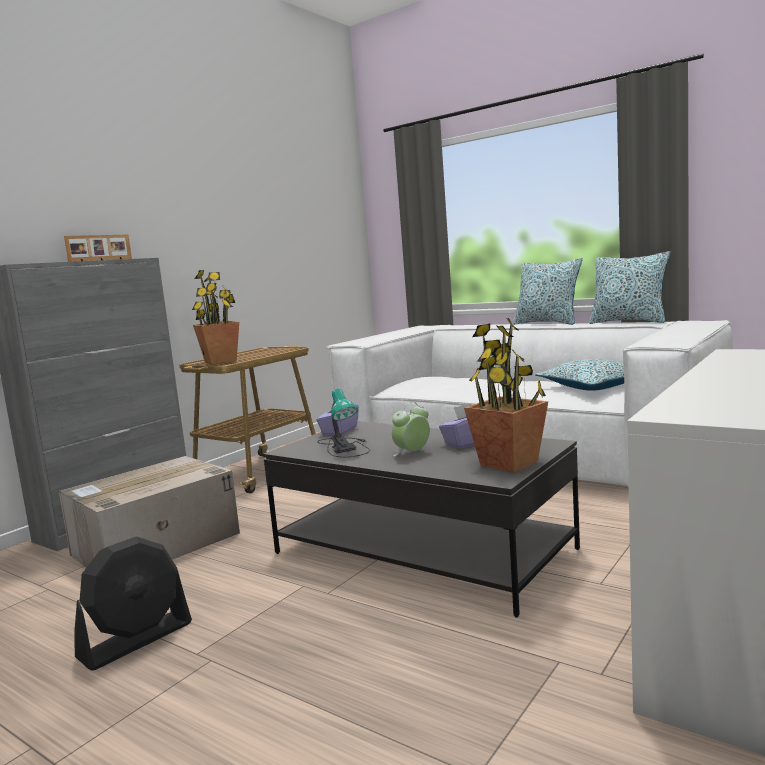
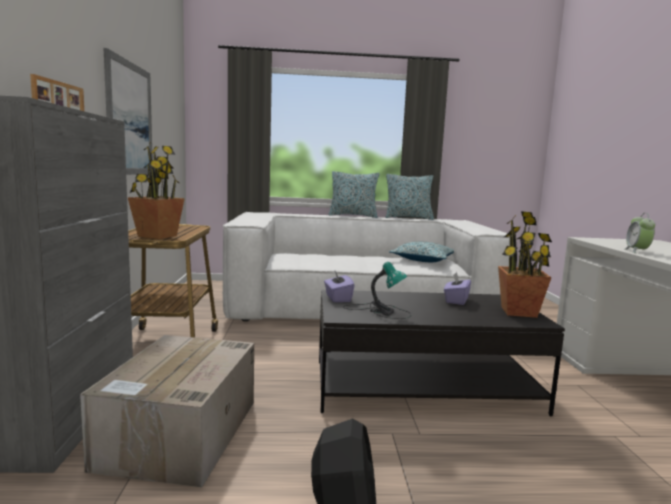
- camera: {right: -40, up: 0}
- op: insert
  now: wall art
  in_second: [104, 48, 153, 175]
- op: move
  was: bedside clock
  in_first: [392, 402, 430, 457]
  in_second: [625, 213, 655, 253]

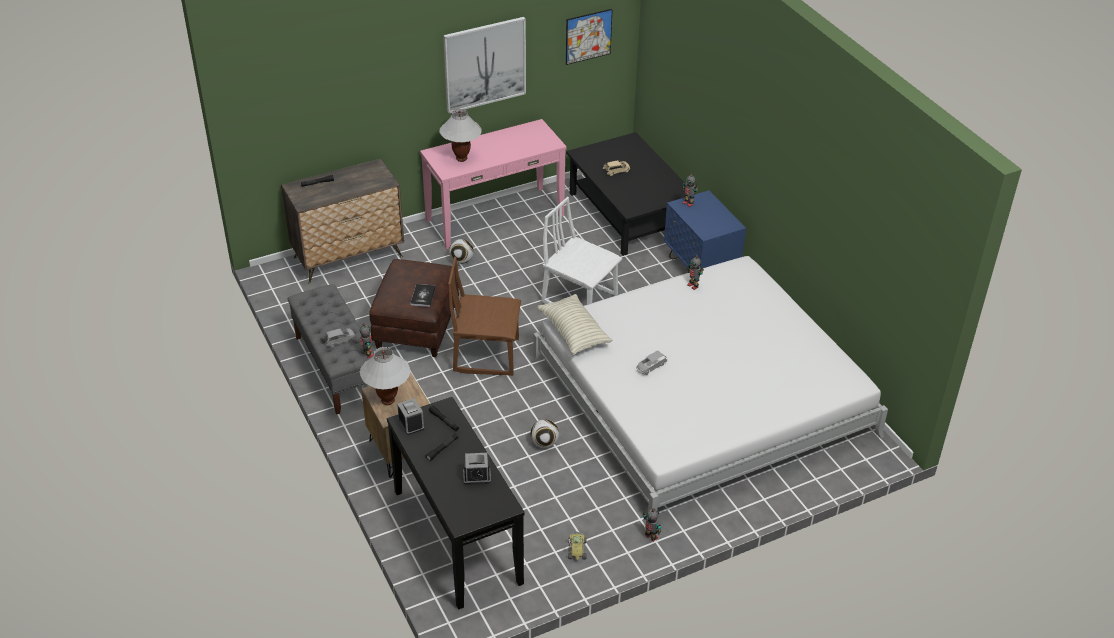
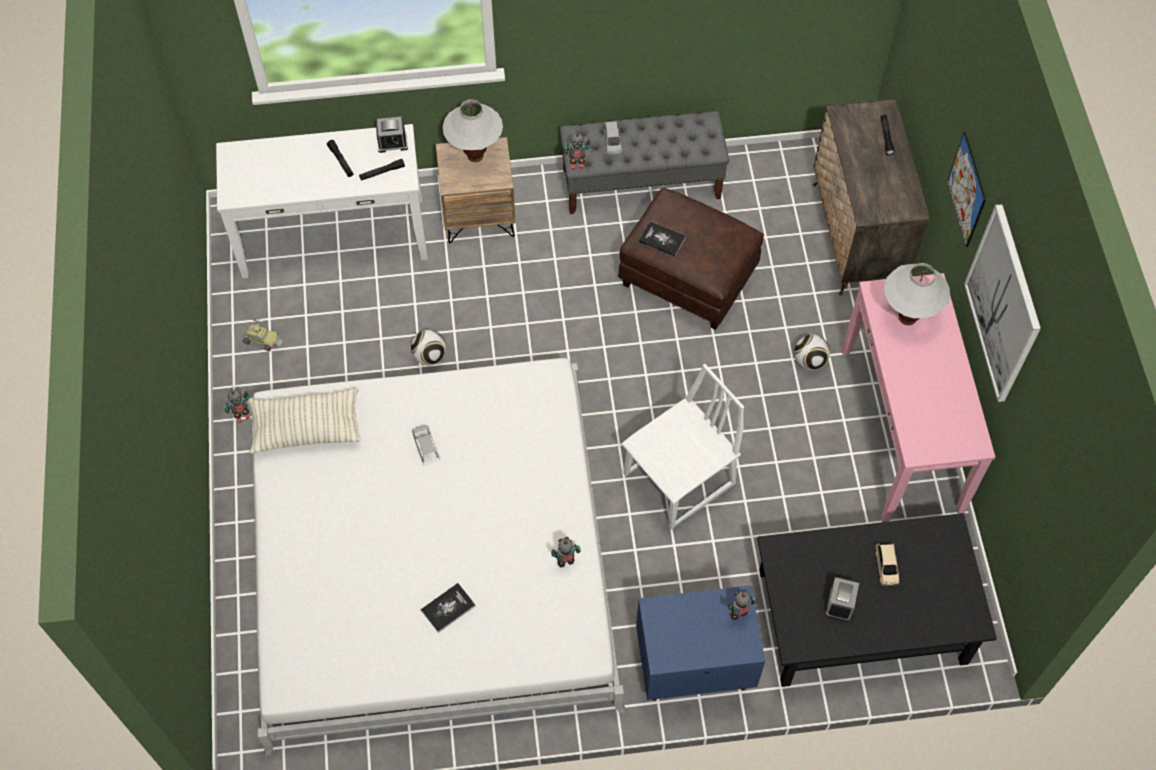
- camera: {right: 110, up: 20}
- op: recolor
  was: black console table
  now: white-coloured console table
  in_first: [387, 397, 525, 609]
  in_second: [216, 124, 428, 278]
- op: move
  was: cushion
  in_first: [537, 294, 613, 355]
  in_second: [248, 388, 361, 454]
- op: insert
  now: volume
  in_second: [421, 583, 475, 633]
- op: move
  was: bedside clock
  in_first: [463, 453, 491, 485]
  in_second: [826, 577, 859, 622]
- op: move
  was: wall art
  in_first: [566, 9, 613, 65]
  in_second: [947, 132, 986, 247]
- op: delete
  was: brownish plain chair
  in_first: [448, 257, 521, 376]

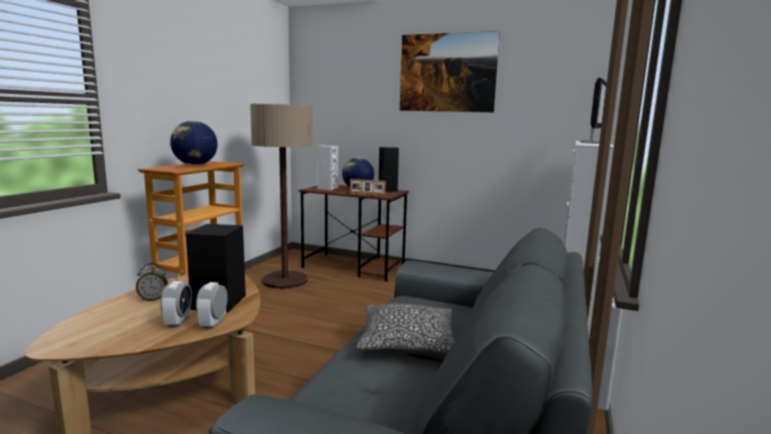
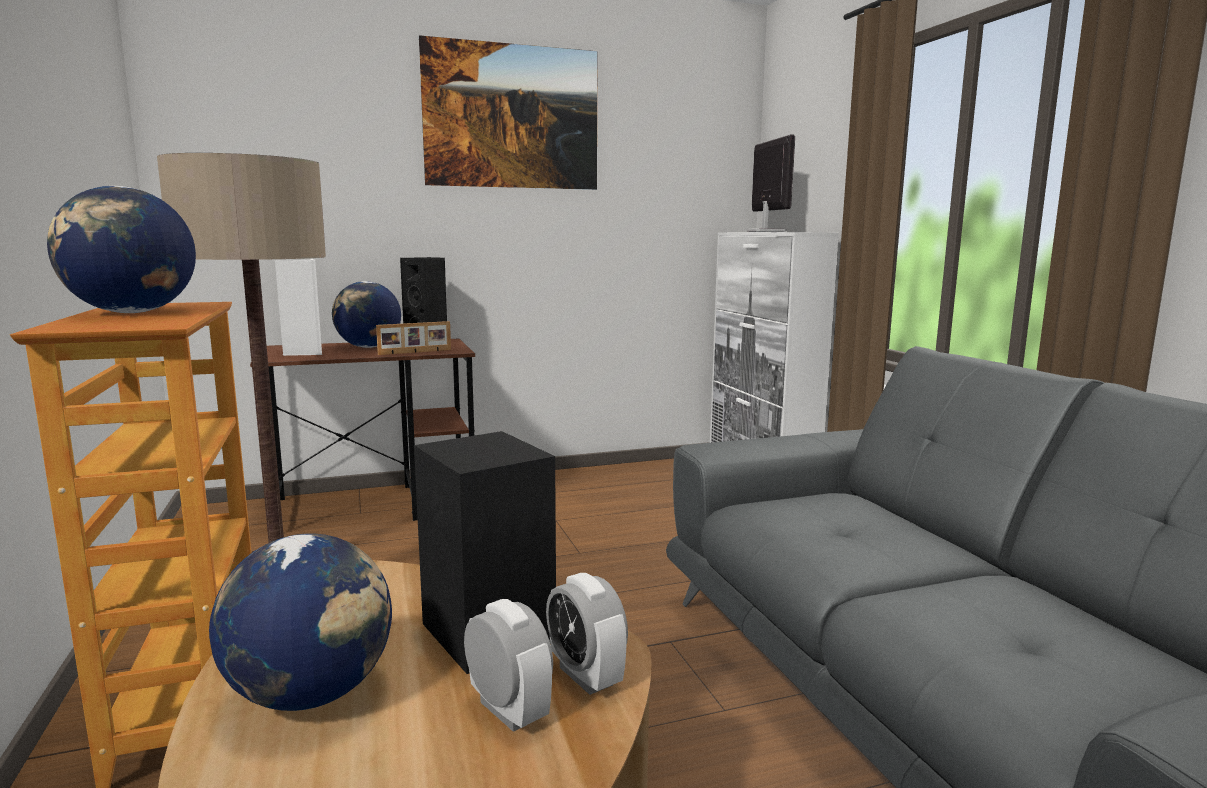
- camera: {right: -40, up: 0}
- op: replace
  was: bedside clock
  now: desk globe
  in_first: [136, 263, 168, 301]
  in_second: [209, 533, 392, 711]
- op: delete
  was: cushion
  in_first: [356, 303, 455, 354]

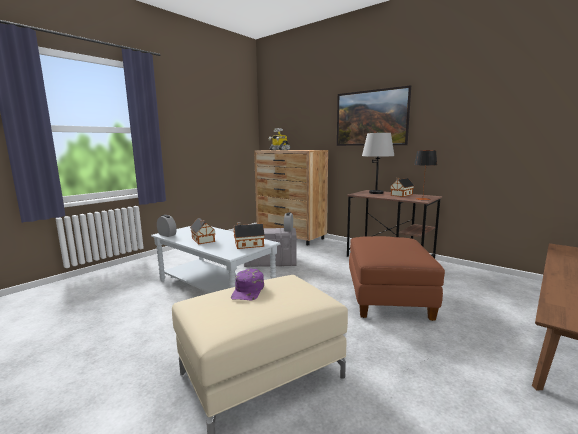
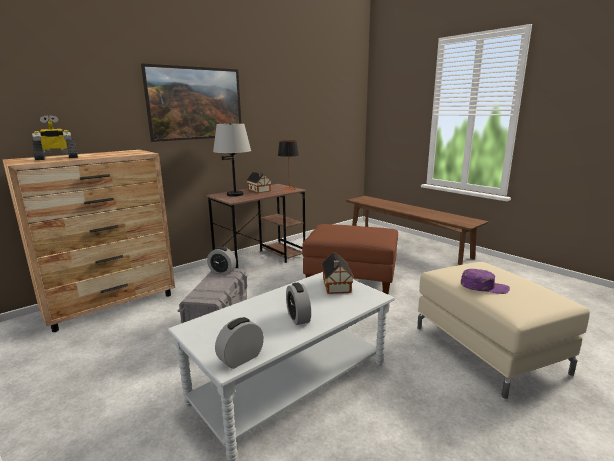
- camera: {right: -80, up: 5}
- op: replace
  was: toy house
  now: bedside clock
  in_first: [190, 218, 216, 244]
  in_second: [286, 283, 311, 325]

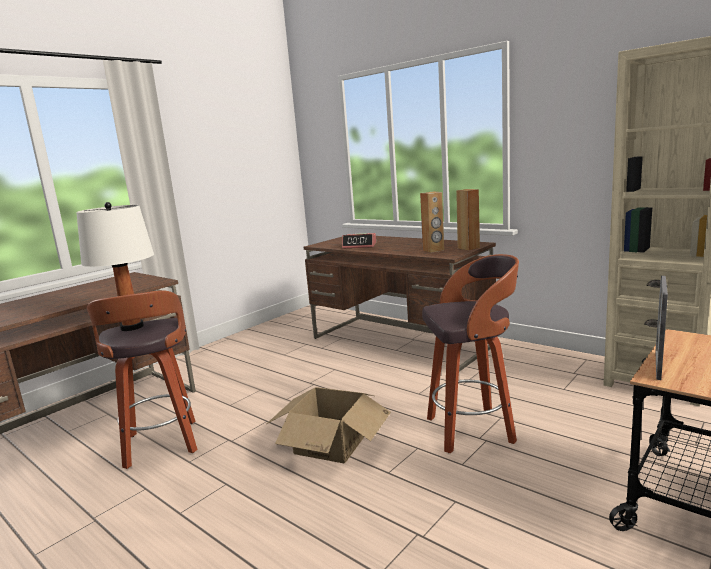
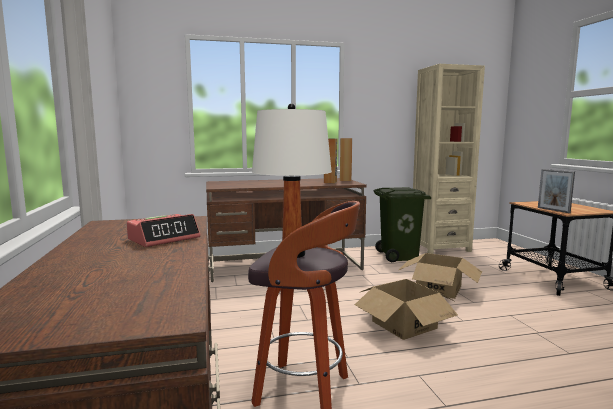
- camera: {right: -55, up: -5}
- op: move
  was: bedside clock
  in_first: [342, 233, 376, 249]
  in_second: [127, 214, 200, 247]
- op: insert
  now: green-coloured rubbish bin
  in_second: [373, 187, 431, 262]
- op: replace
  was: stool
  now: cardboard box
  in_first: [422, 254, 519, 453]
  in_second: [399, 253, 482, 299]

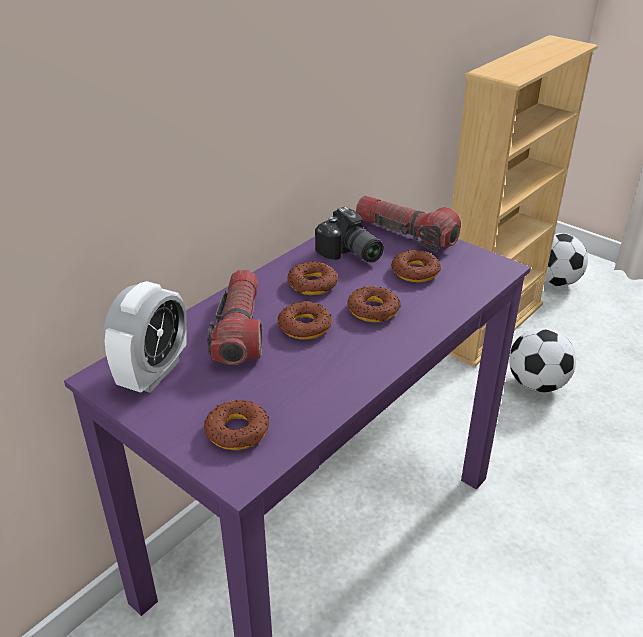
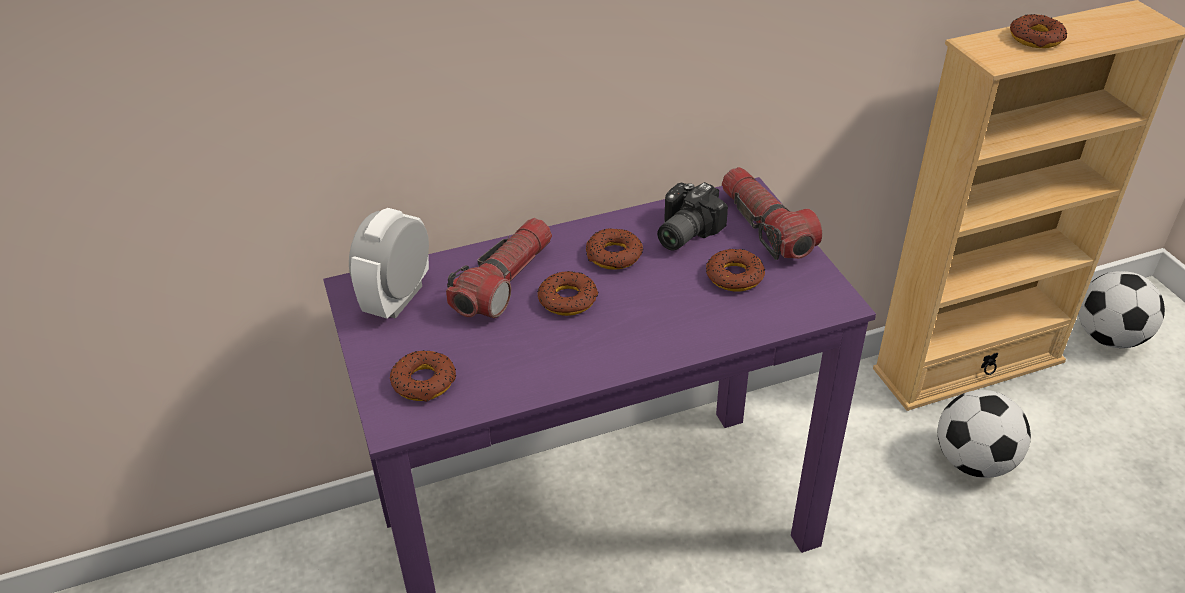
- camera: {right: 30, up: 5}
- op: rotate
  was: bedside clock
  in_first: [103, 281, 187, 393]
  in_second: [349, 208, 429, 319]
  clockwise: 150
- op: rotate
  was: still camera
  in_first: [315, 207, 384, 262]
  in_second: [657, 182, 728, 250]
  clockwise: 45
- op: move
  was: ring doughnut
  in_first: [347, 286, 401, 322]
  in_second: [1010, 14, 1067, 48]

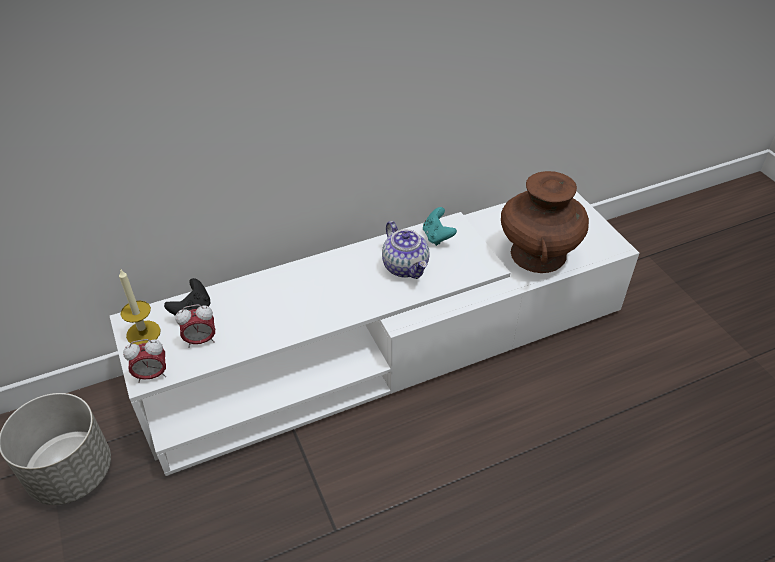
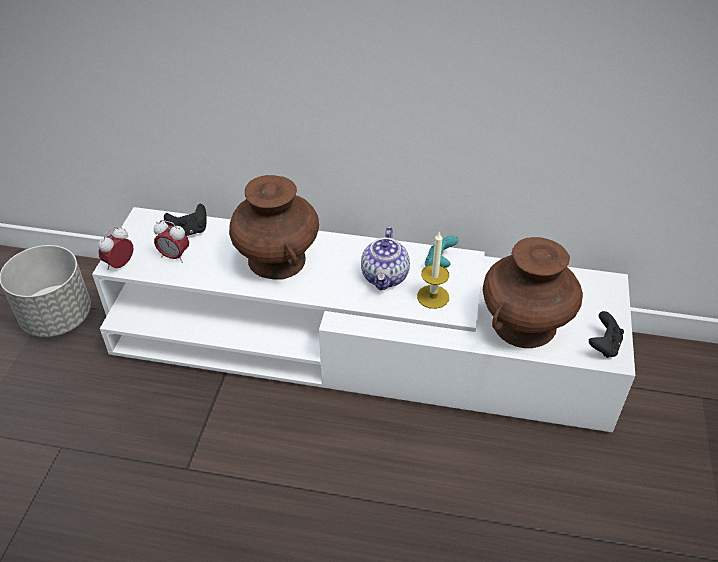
- camera: {right: 35, up: 0}
- op: rotate
  was: bedside clock
  in_first: [123, 339, 166, 383]
  in_second: [98, 227, 133, 270]
  clockwise: 105
- op: insert
  now: brownish vase
  in_second: [229, 175, 319, 280]
- op: move
  was: candle
  in_first: [119, 268, 161, 345]
  in_second: [417, 231, 449, 309]
- op: insert
  now: black joypad
  in_second: [589, 311, 624, 358]

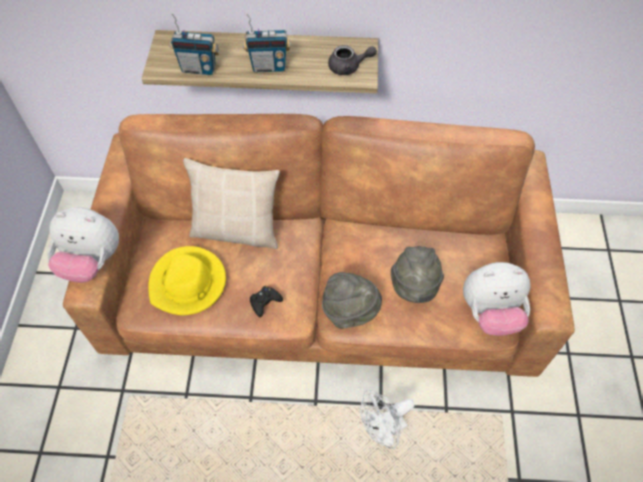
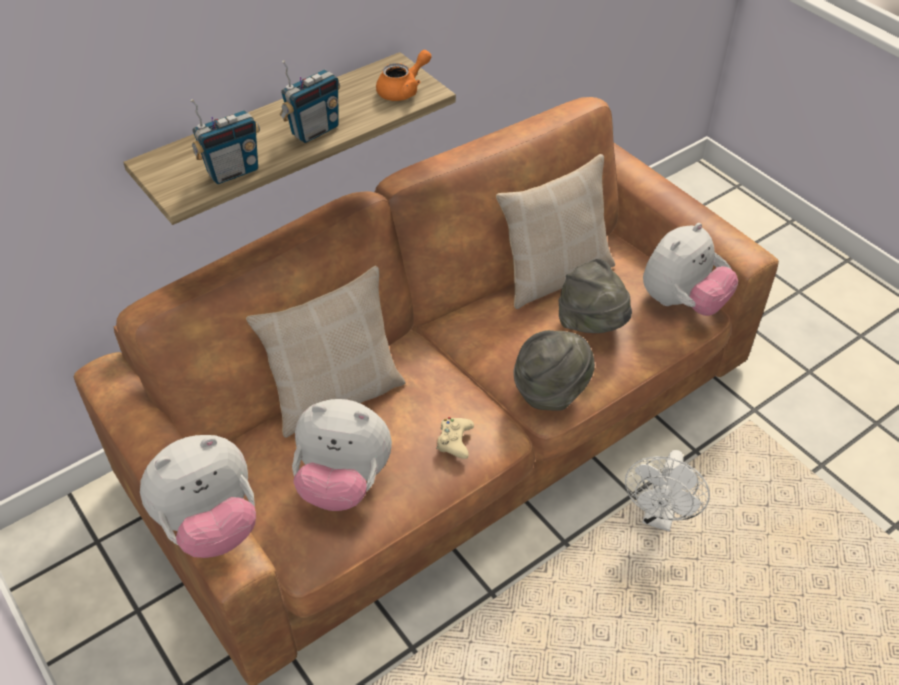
- camera: {right: -40, up: -10}
- op: replace
  was: yellowish wearable hat
  now: soft toy
  in_first: [148, 246, 226, 315]
  in_second: [292, 399, 392, 511]
- op: recolor
  was: grey pot for tea
  now: orange-coloured pot for tea
  in_first: [328, 45, 377, 75]
  in_second: [376, 50, 431, 101]
- op: recolor
  was: black joypad
  now: sand-coloured joypad
  in_first: [250, 286, 283, 317]
  in_second: [436, 417, 474, 459]
- op: insert
  now: sand-coloured cushion
  in_second: [496, 154, 615, 309]

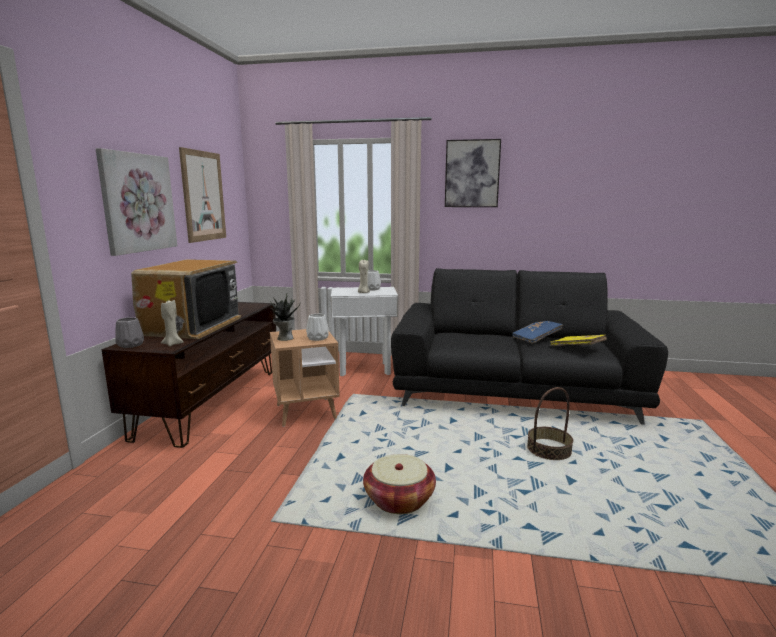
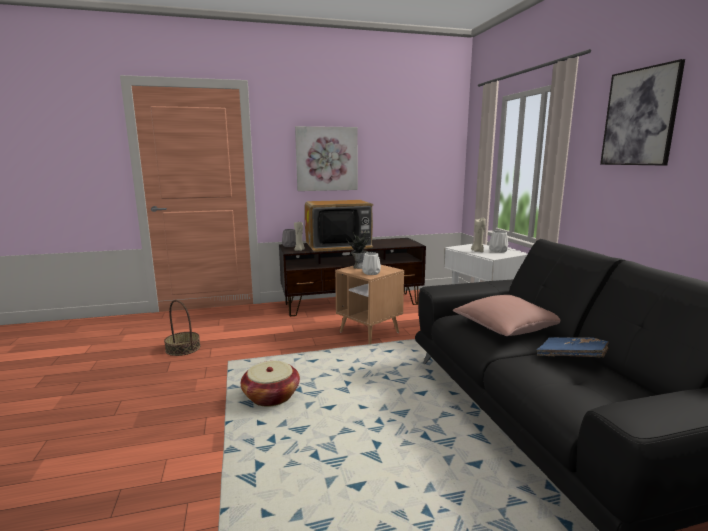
- camera: {right: 65, up: 0}
- op: move
  was: basket
  in_first: [527, 387, 573, 460]
  in_second: [164, 300, 200, 356]
- op: insert
  now: pink cushion
  in_second: [453, 295, 560, 336]
- op: delete
  was: wall art
  in_first: [179, 147, 226, 243]
- op: delete
  was: yellowish volume
  in_first: [550, 335, 607, 346]

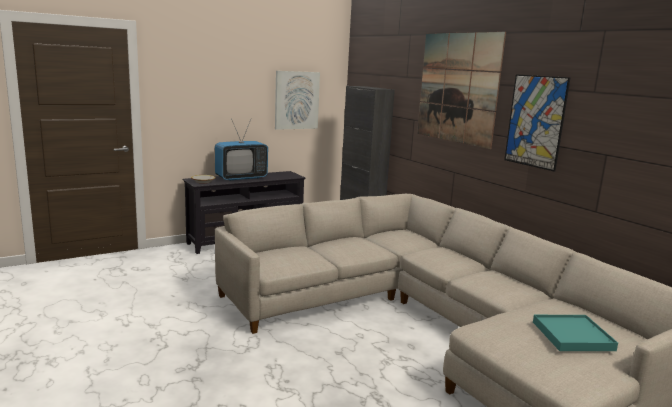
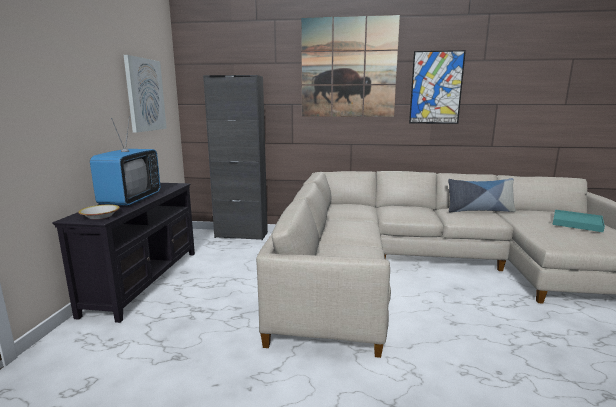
- camera: {right: -50, up: 0}
- op: insert
  now: cushion
  in_second: [448, 178, 516, 212]

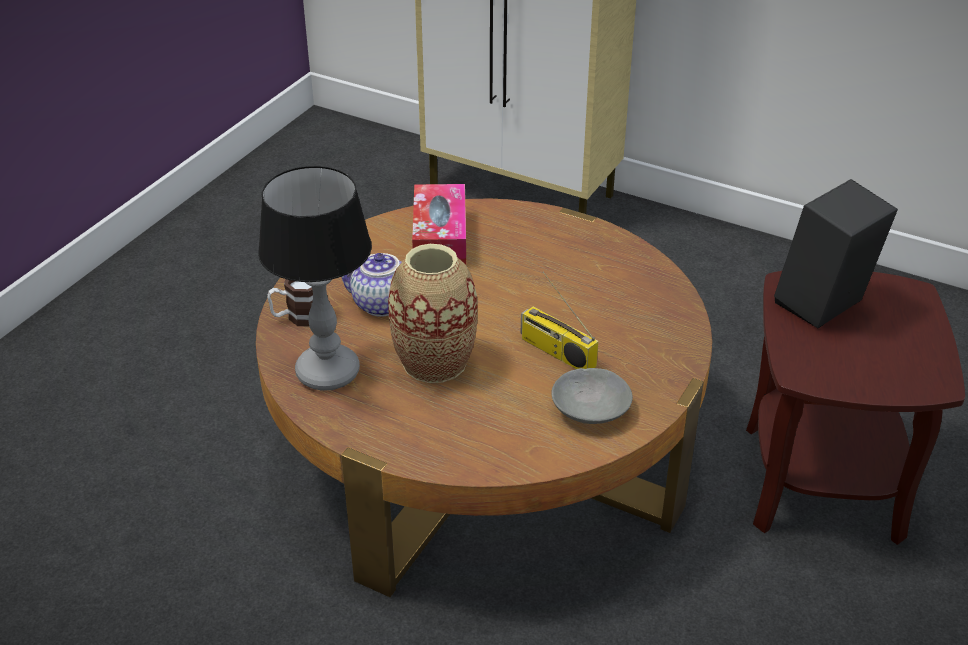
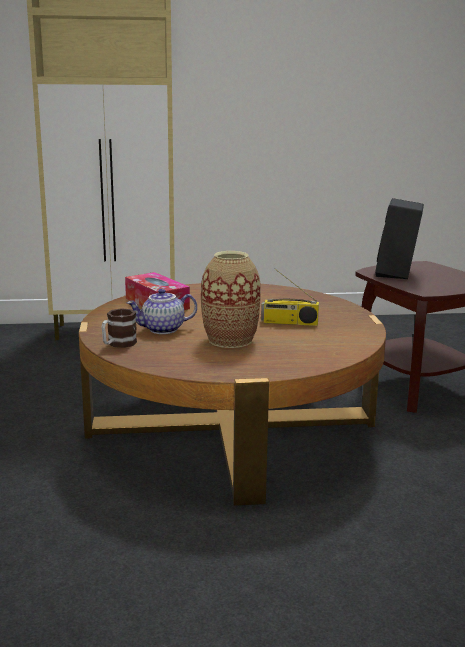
- camera: {right: -35, up: -20}
- op: delete
  was: table lamp
  in_first: [258, 166, 372, 391]
- op: delete
  was: grey bowl
  in_first: [551, 368, 633, 424]

